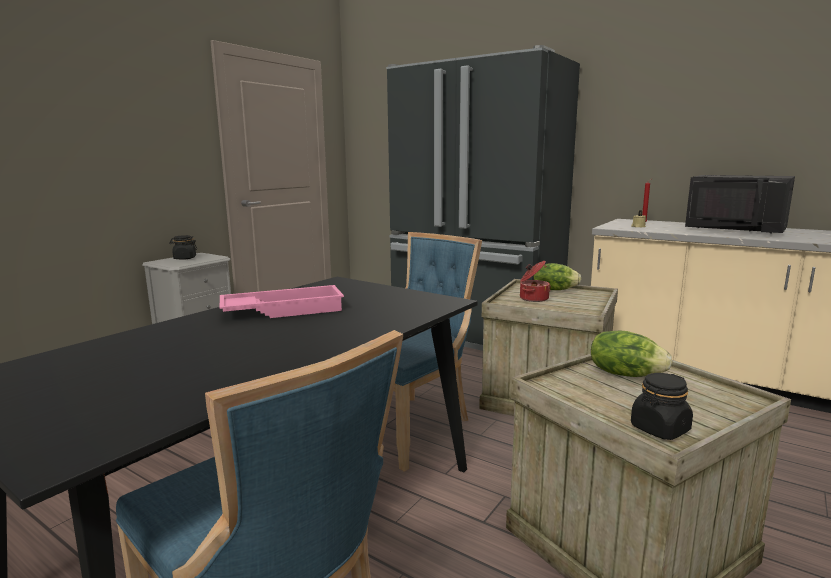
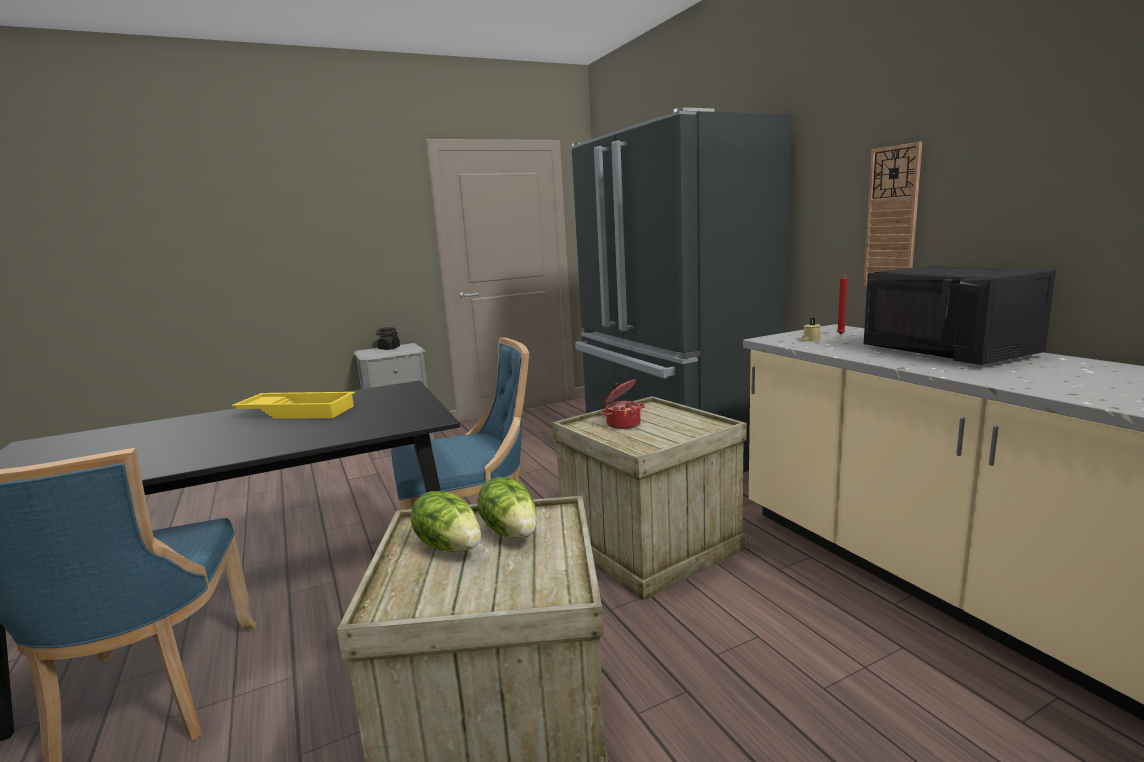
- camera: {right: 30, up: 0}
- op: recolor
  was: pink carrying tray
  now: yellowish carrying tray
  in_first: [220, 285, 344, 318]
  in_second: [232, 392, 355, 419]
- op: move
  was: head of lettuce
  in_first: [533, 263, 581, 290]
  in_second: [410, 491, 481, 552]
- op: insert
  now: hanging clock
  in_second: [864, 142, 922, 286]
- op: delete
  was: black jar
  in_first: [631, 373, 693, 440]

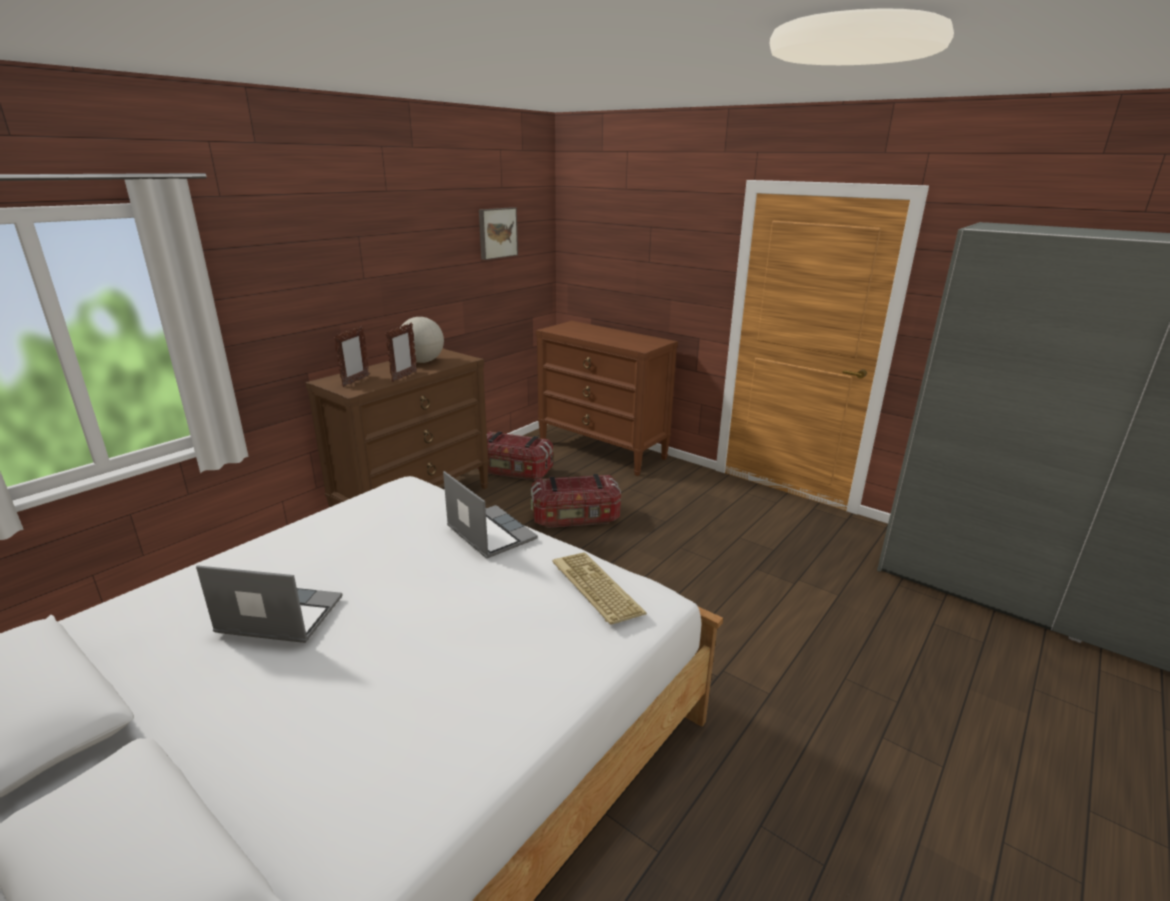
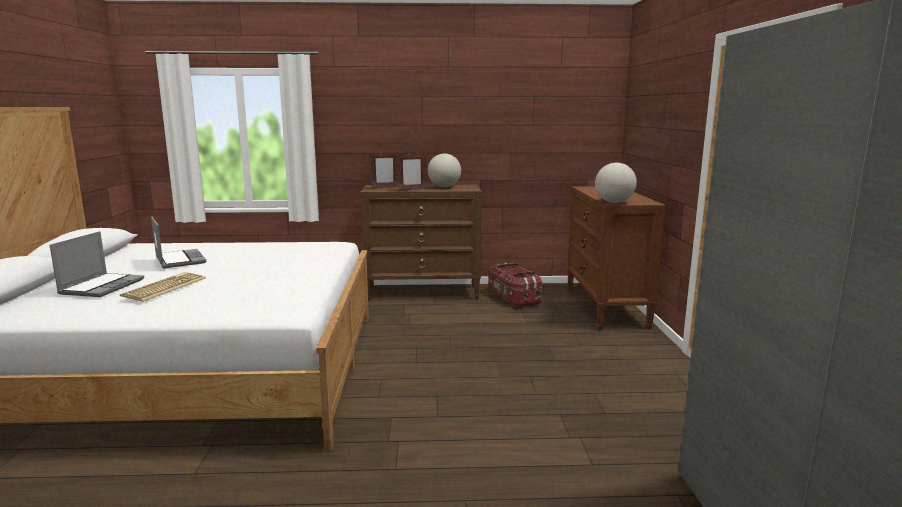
- camera: {right: 50, up: -10}
- op: move
  was: laptop
  in_first: [443, 471, 538, 559]
  in_second: [50, 231, 144, 297]
- op: move
  was: computer keyboard
  in_first: [552, 553, 647, 625]
  in_second: [120, 272, 206, 302]
- op: insert
  now: desk globe
  in_second: [595, 163, 637, 203]
- op: delete
  was: wall art
  in_first: [479, 207, 518, 260]
- op: delete
  was: storage bin
  in_first: [531, 474, 621, 528]

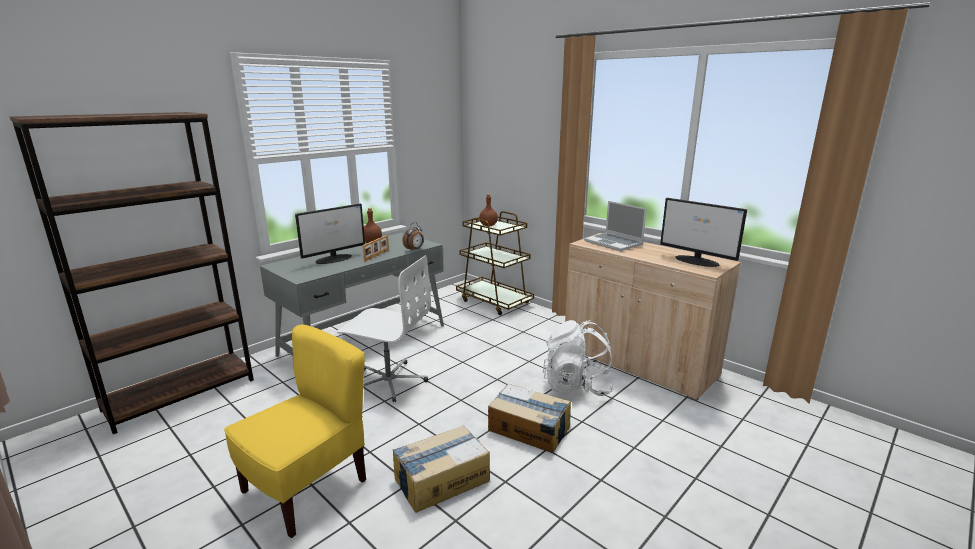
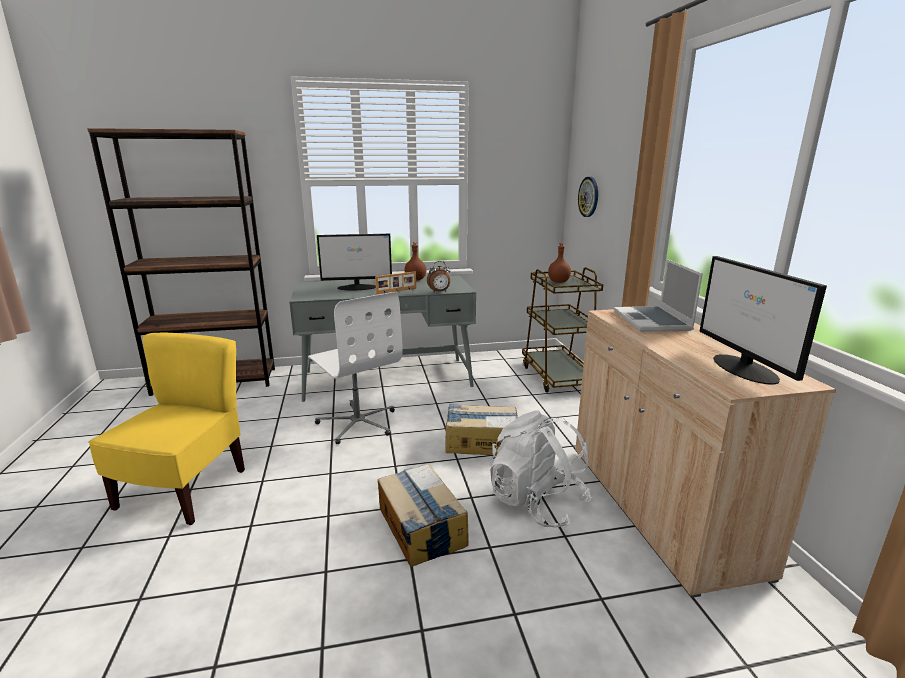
- camera: {right: 35, up: 0}
- op: rotate
  was: yellowish plain chair
  in_first: [224, 324, 366, 538]
  in_second: [88, 333, 245, 525]
  clockwise: -60
- op: move
  was: cardboard box
  in_first: [393, 425, 490, 513]
  in_second: [445, 404, 518, 455]
- op: insert
  now: hanging clock
  in_second: [578, 177, 598, 217]

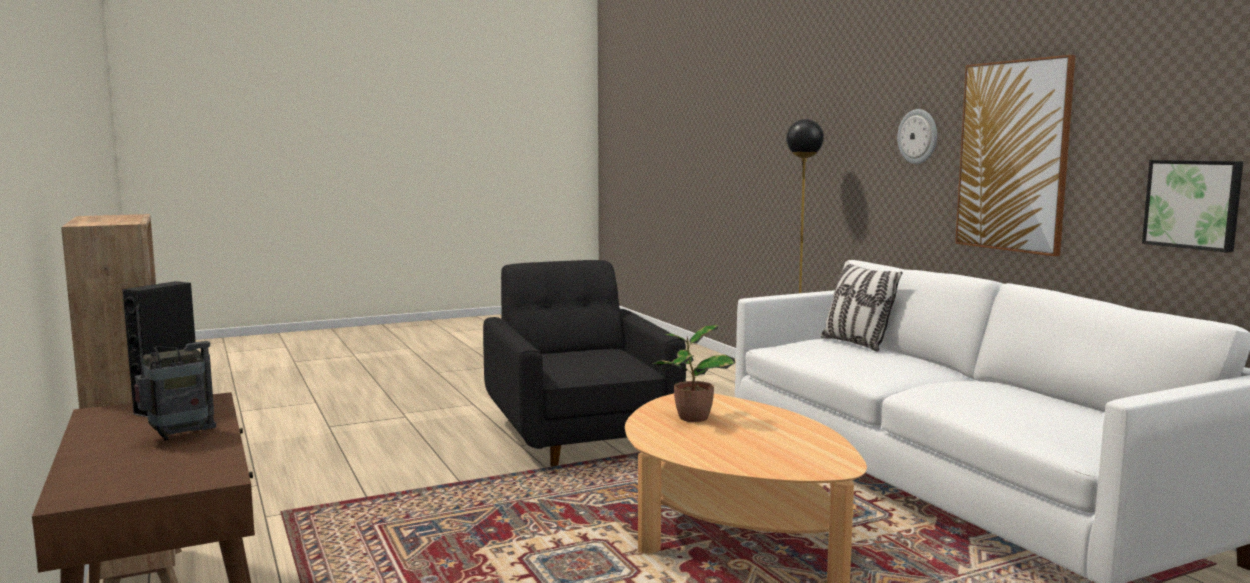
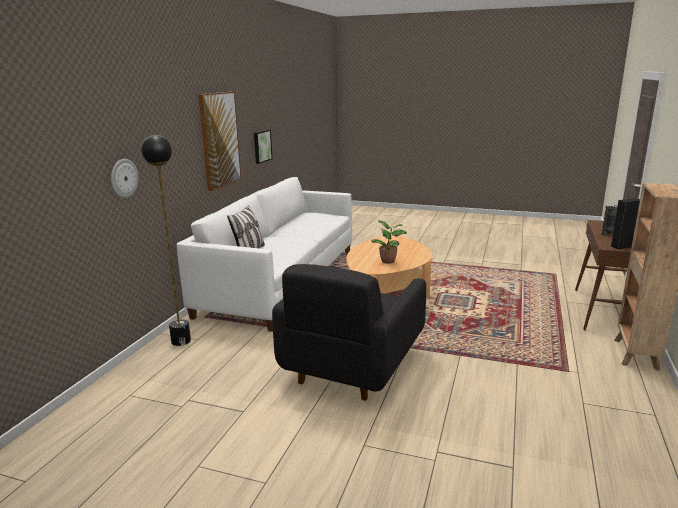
- camera: {right: -135, up: 10}
- op: move
  was: hanging clock
  in_first: [897, 109, 937, 164]
  in_second: [111, 159, 138, 198]

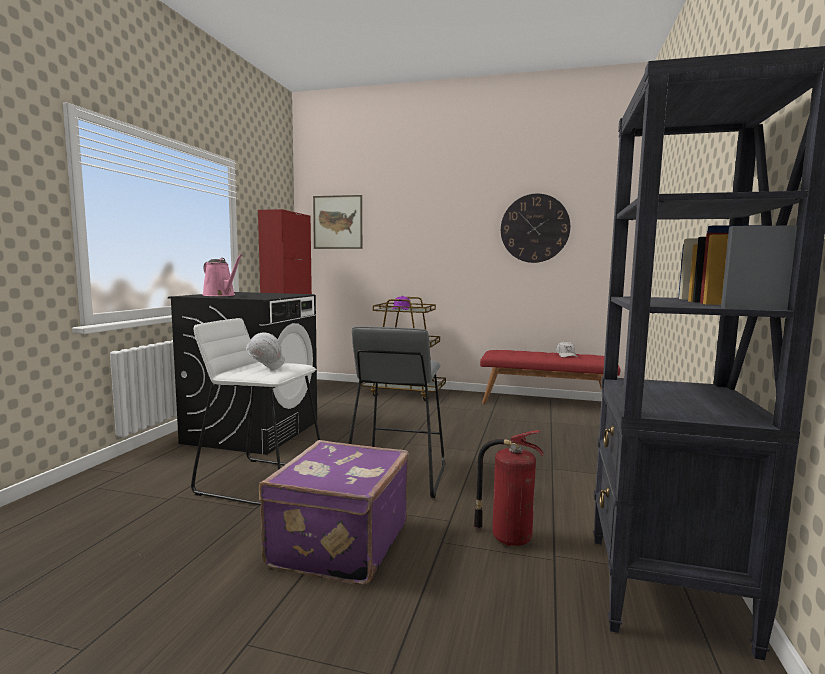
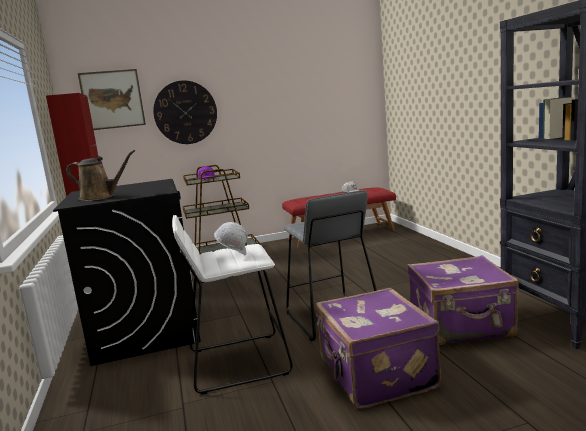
- camera: {right: -30, up: 5}
- op: recolor
  was: pink watering can
  now: brownish watering can
  in_first: [202, 254, 243, 296]
  in_second: [66, 150, 135, 201]
- op: move
  was: hanging clock
  in_first: [501, 194, 570, 263]
  in_second: [153, 80, 217, 144]
- op: replace
  was: fire extinguisher
  now: purple travel case
  in_first: [474, 430, 544, 546]
  in_second: [408, 255, 519, 345]

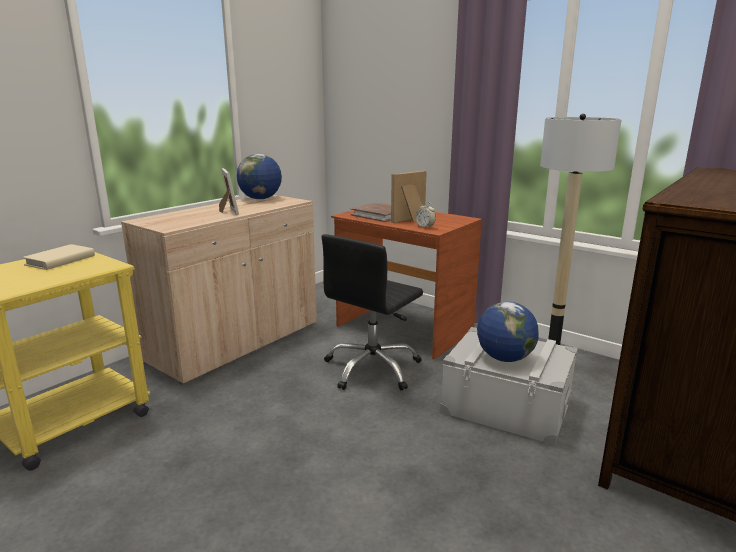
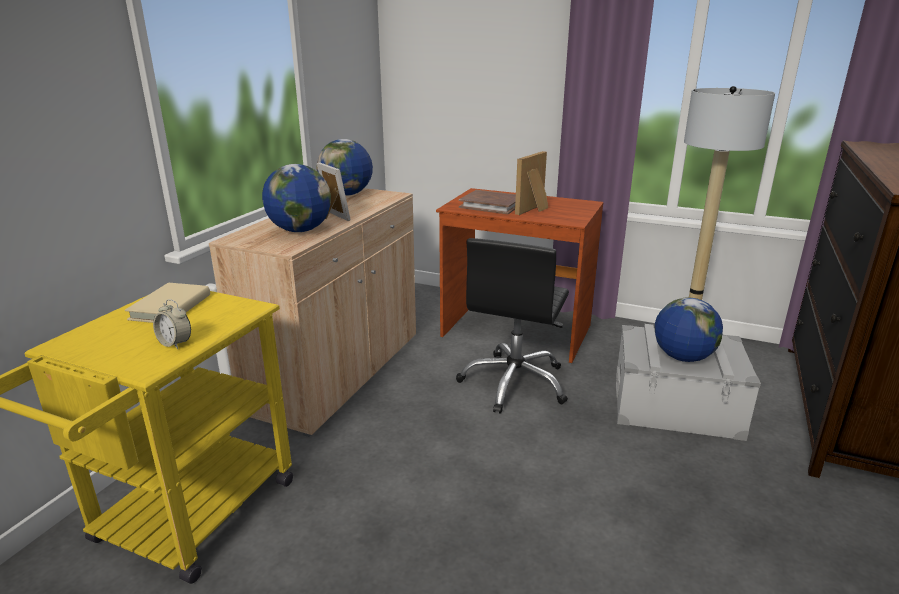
- camera: {right: -15, up: 5}
- op: move
  was: bedside clock
  in_first: [416, 202, 436, 228]
  in_second: [153, 299, 191, 349]
- op: insert
  now: desk globe
  in_second: [262, 164, 331, 232]

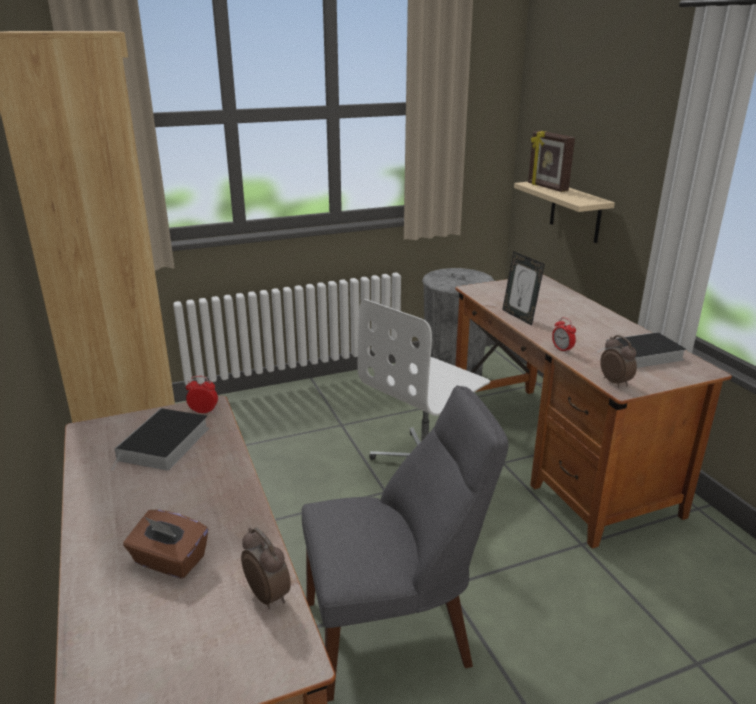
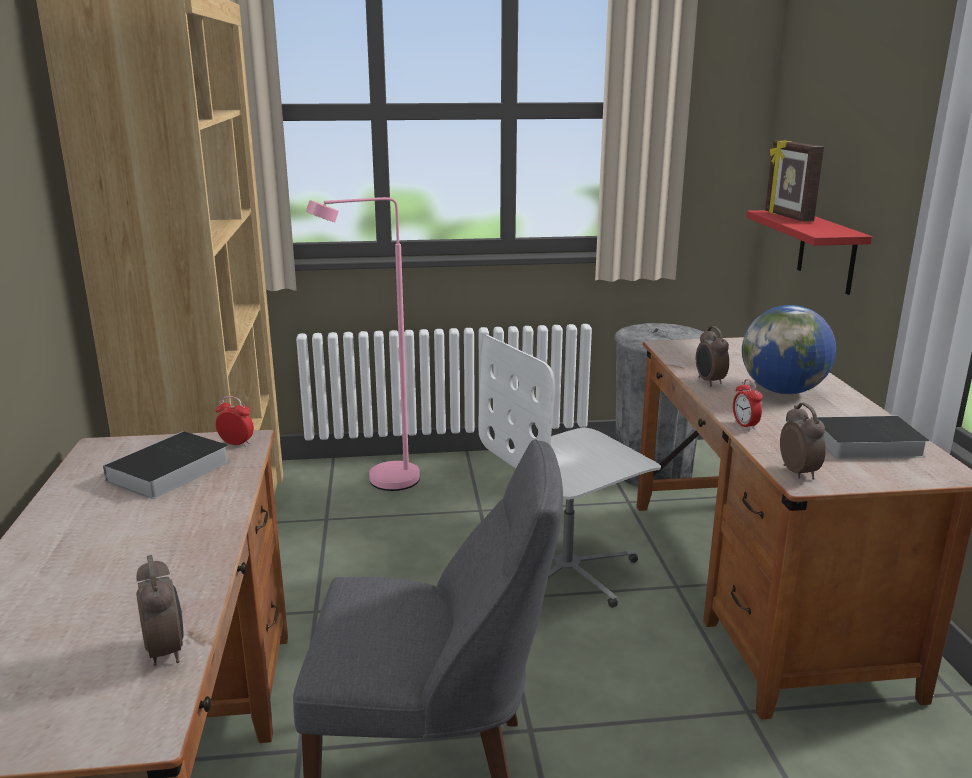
- camera: {right: 15, up: -5}
- op: insert
  now: pink standard lamp
  in_second: [306, 197, 420, 491]
- op: replace
  was: photo frame
  now: bedside clock
  in_first: [502, 251, 545, 326]
  in_second: [696, 326, 729, 386]
- op: insert
  now: desk globe
  in_second: [742, 305, 836, 394]
- op: recolor
  was: sand-coloured wall shelf
  now: red wall shelf
  in_first: [514, 182, 615, 243]
  in_second: [746, 210, 872, 295]
- op: delete
  was: brownish tissue holder
  in_first: [123, 510, 208, 579]

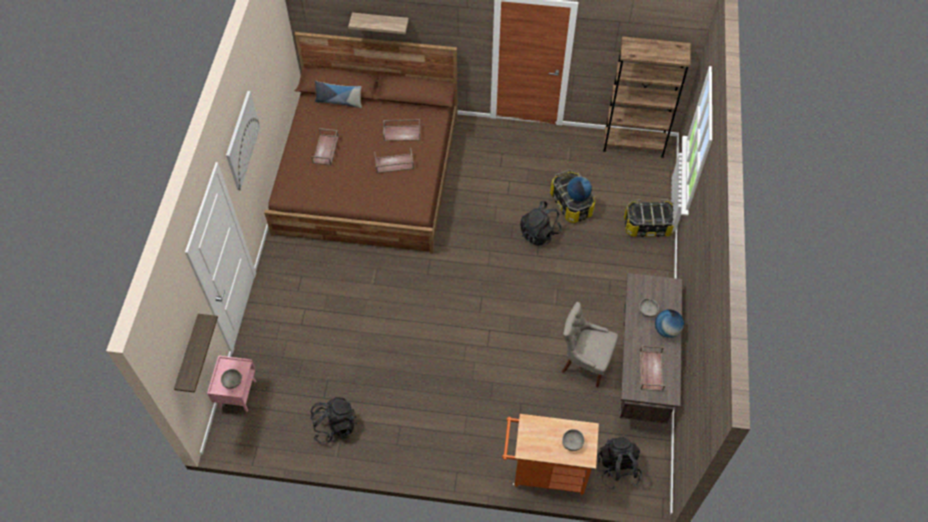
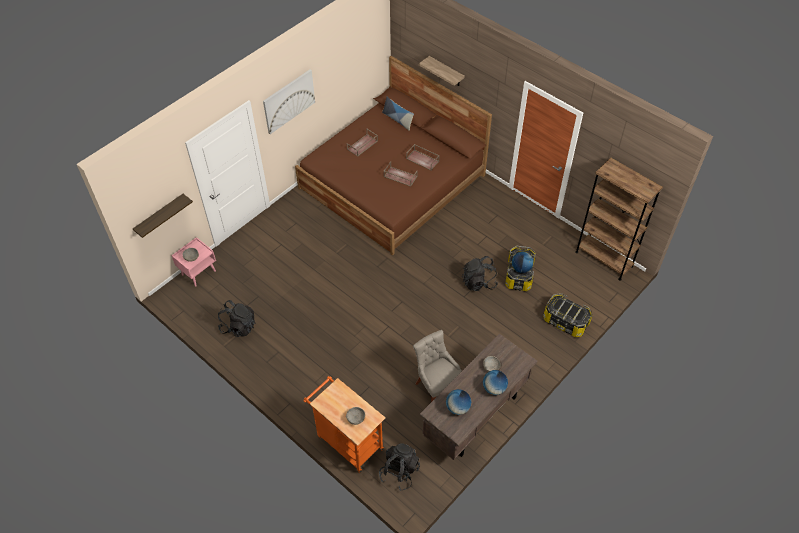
- camera: {right: 35, up: -5}
- op: replace
  was: brownish carrying tray
  now: desk globe
  in_first: [640, 345, 665, 391]
  in_second: [446, 389, 471, 415]

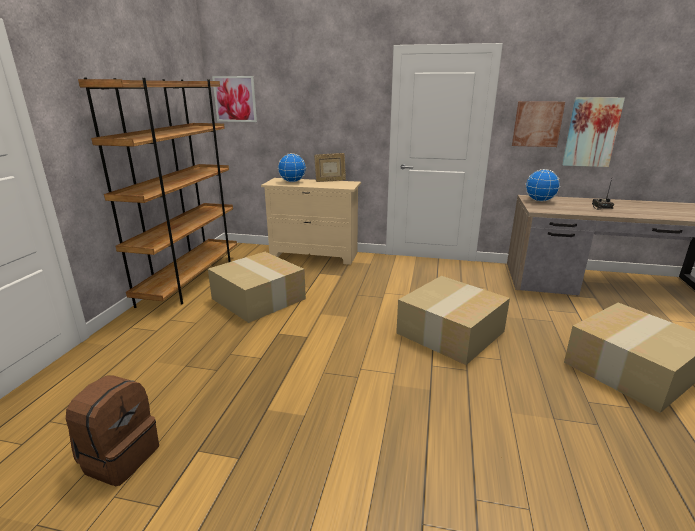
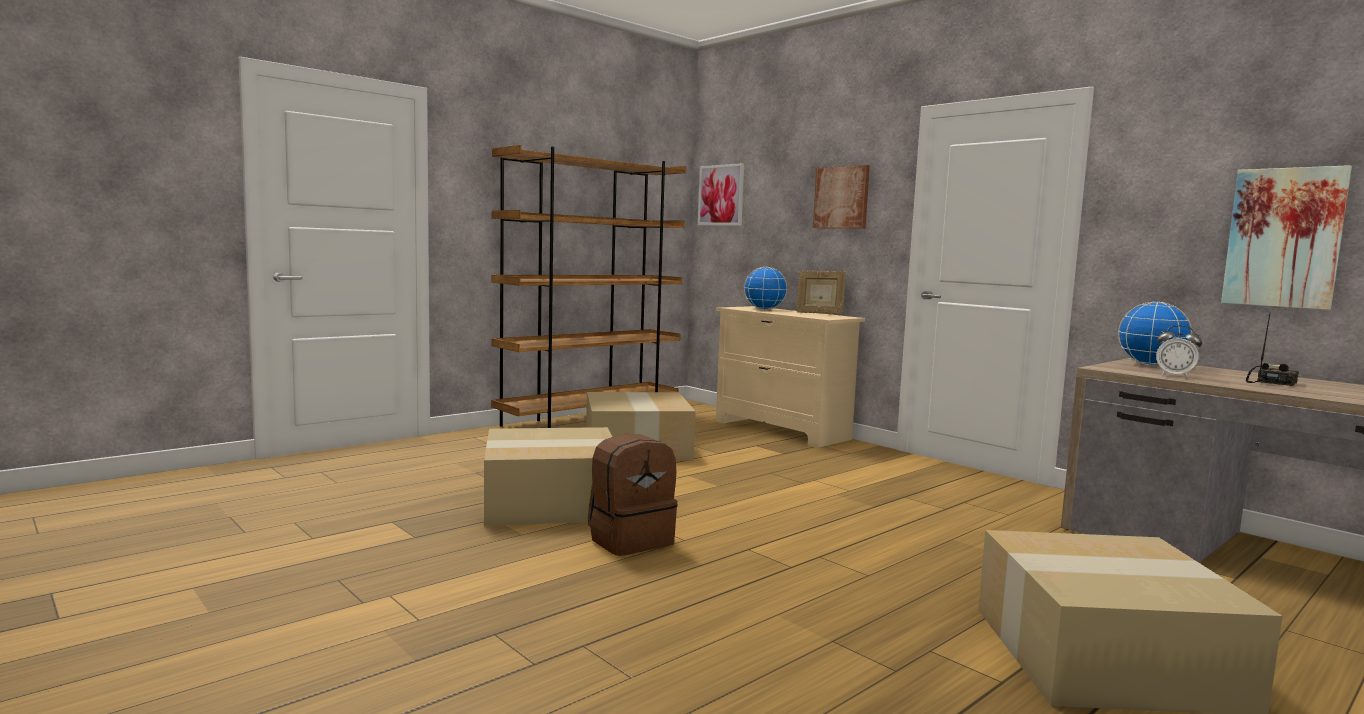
- camera: {right: 35, up: -15}
- op: move
  was: cardboard box
  in_first: [396, 276, 510, 365]
  in_second: [484, 427, 612, 526]
- op: move
  was: brownish knapsack
  in_first: [66, 375, 159, 486]
  in_second: [588, 434, 678, 556]
- op: move
  was: wall art
  in_first: [512, 101, 565, 147]
  in_second: [813, 165, 870, 229]
- op: insert
  now: bedside clock
  in_second: [1156, 325, 1202, 378]

